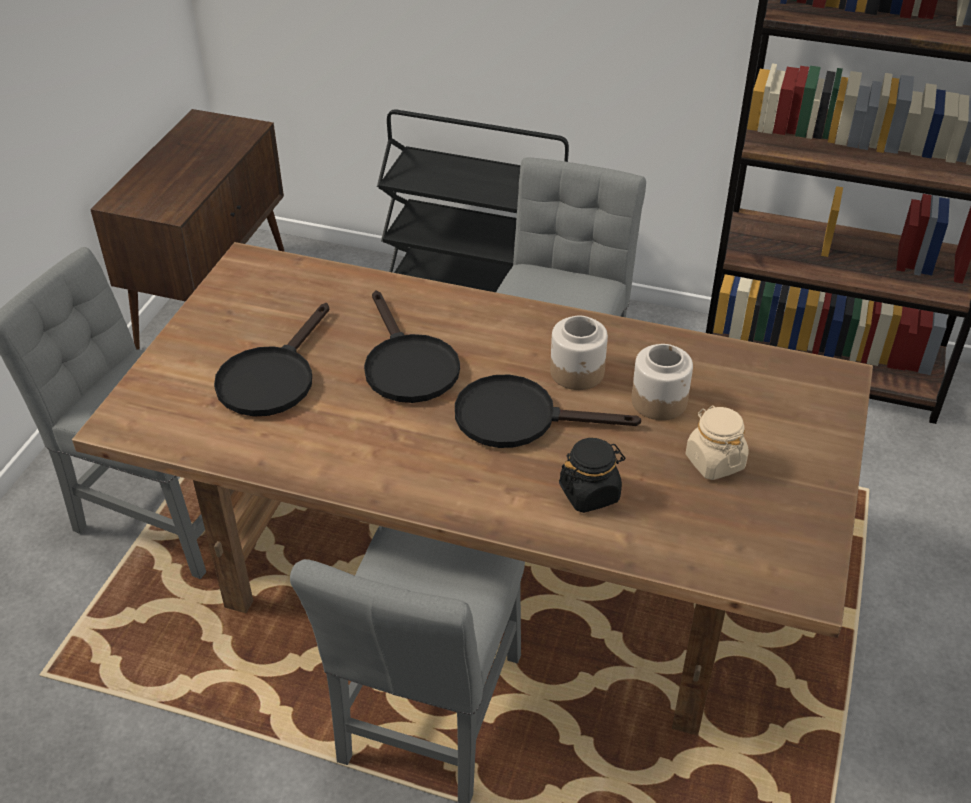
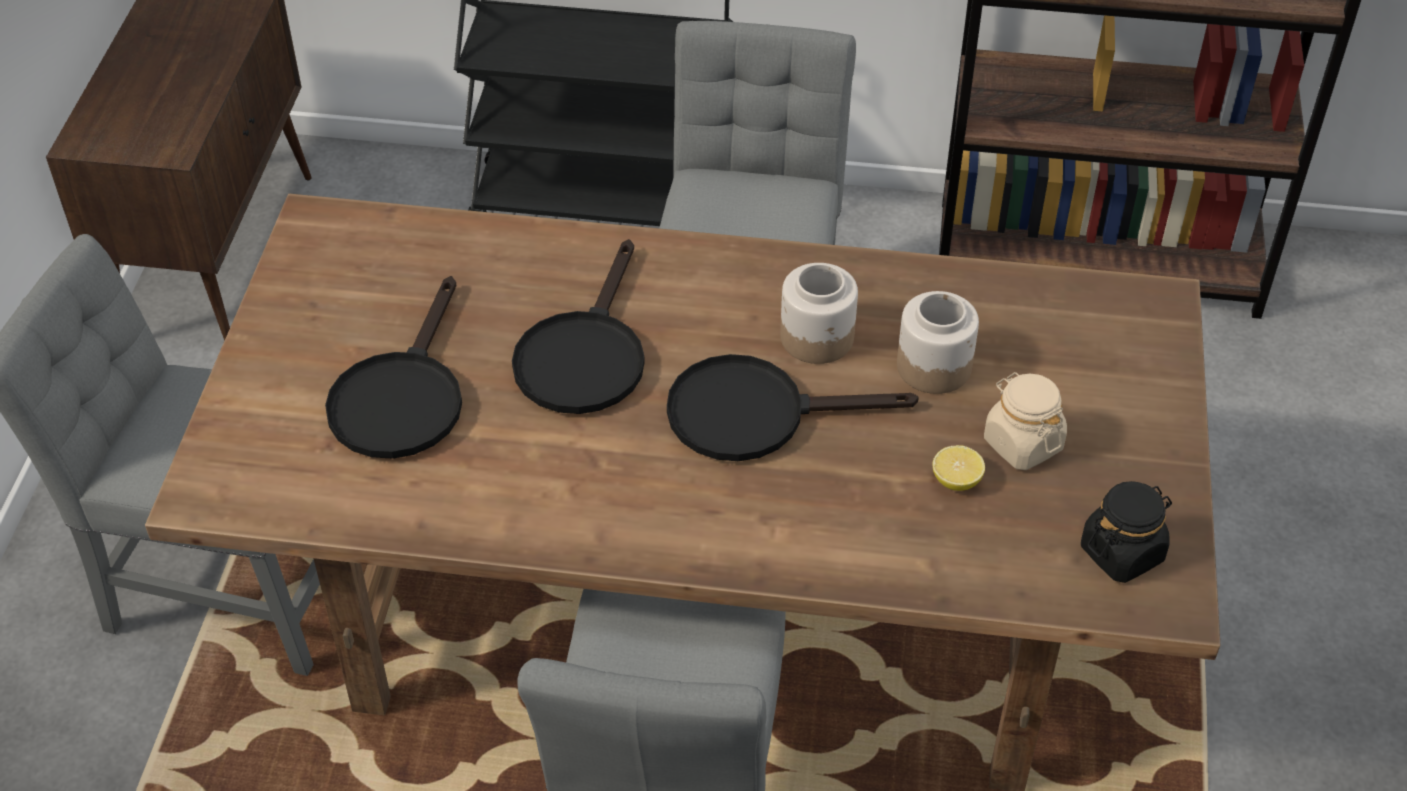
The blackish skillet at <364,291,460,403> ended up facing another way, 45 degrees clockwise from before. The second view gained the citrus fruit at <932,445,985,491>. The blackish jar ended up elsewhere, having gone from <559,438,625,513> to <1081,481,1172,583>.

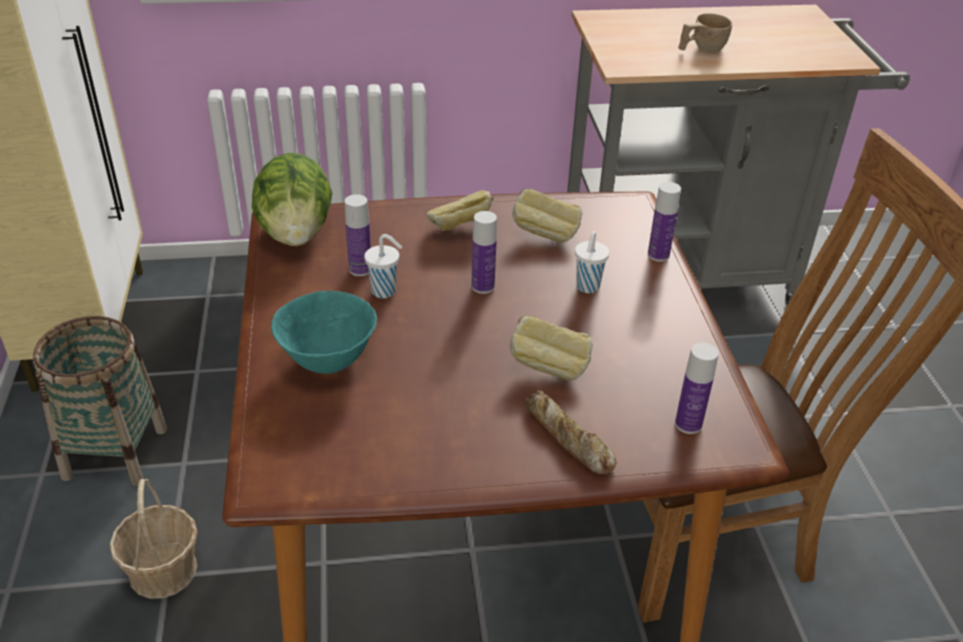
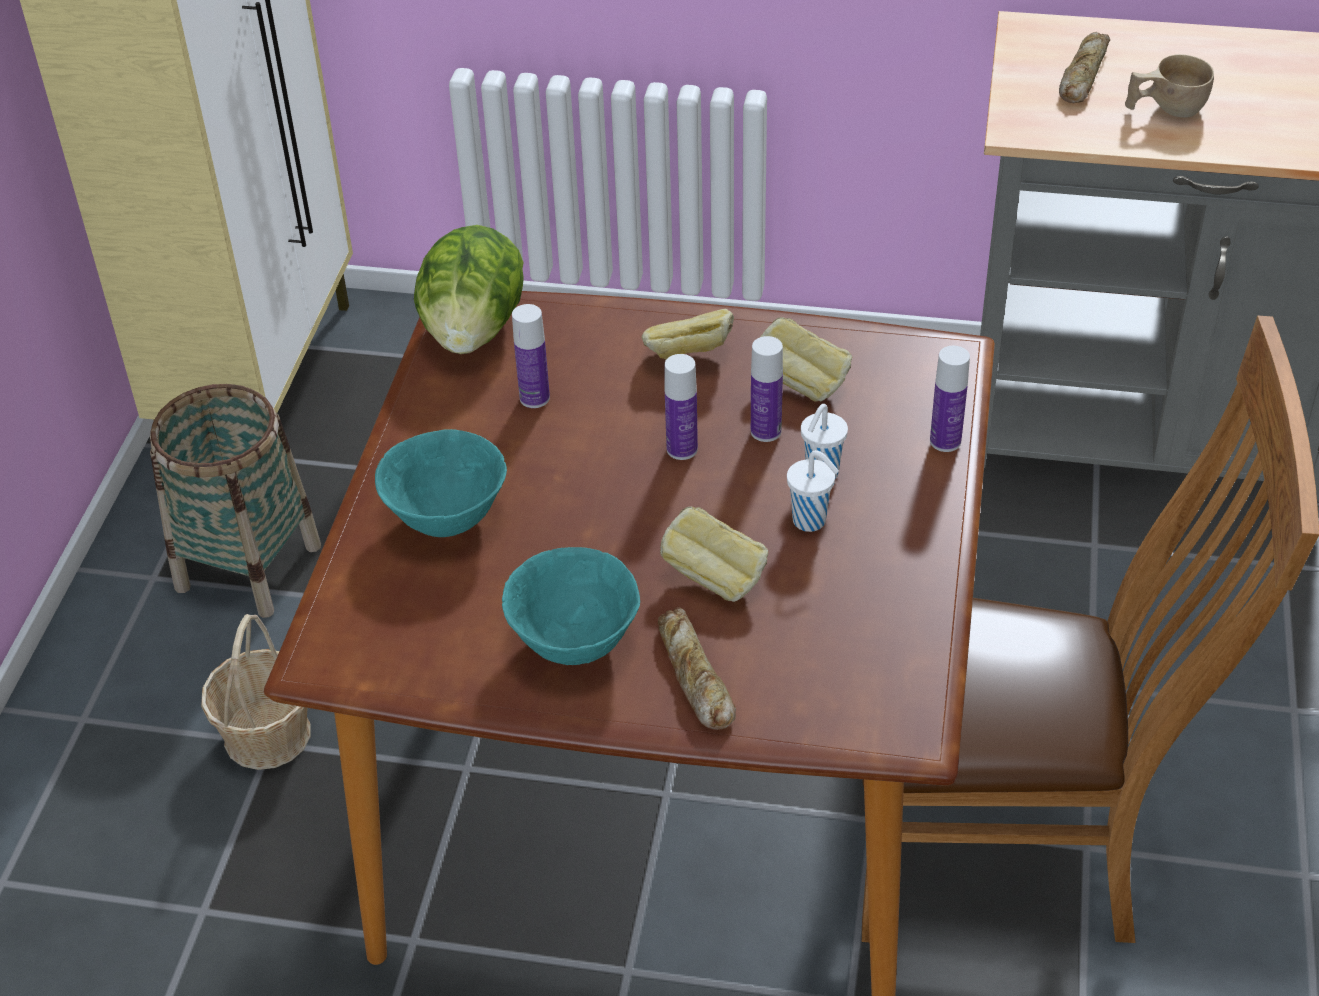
The second view gained the turquoise deep dish at <502,547,640,665>. The drink bottle ended up elsewhere, having gone from <675,343,719,434> to <751,336,783,442>. The white-coloured cup ended up elsewhere, having gone from <364,234,402,298> to <787,450,839,532>. The second view gained the bread at <1059,32,1110,103>.

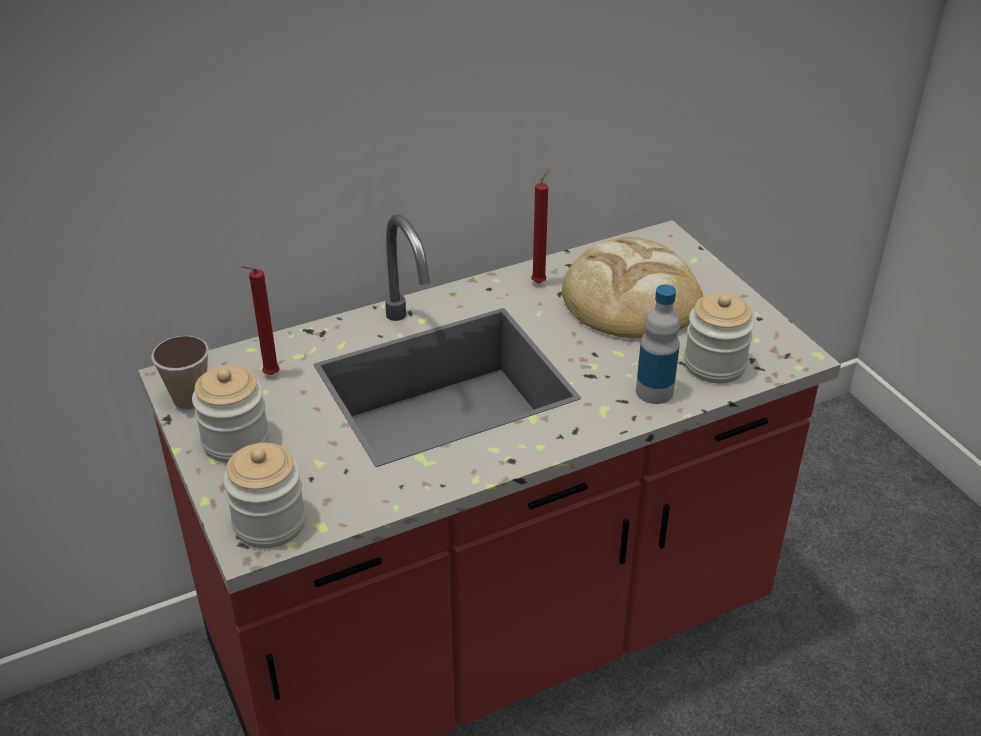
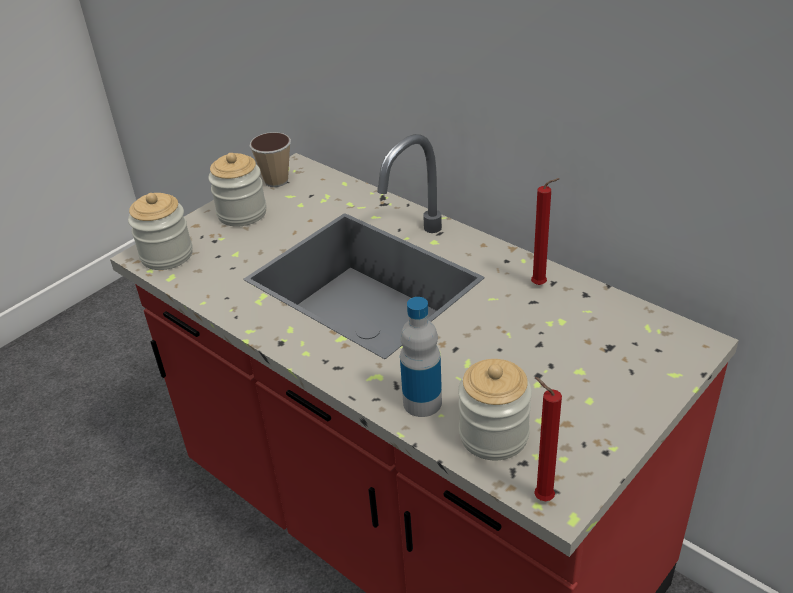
The reddish wax candle ended up elsewhere, having gone from <241,266,280,375> to <534,377,562,501>. The second view lost the bread at <562,237,703,338>.

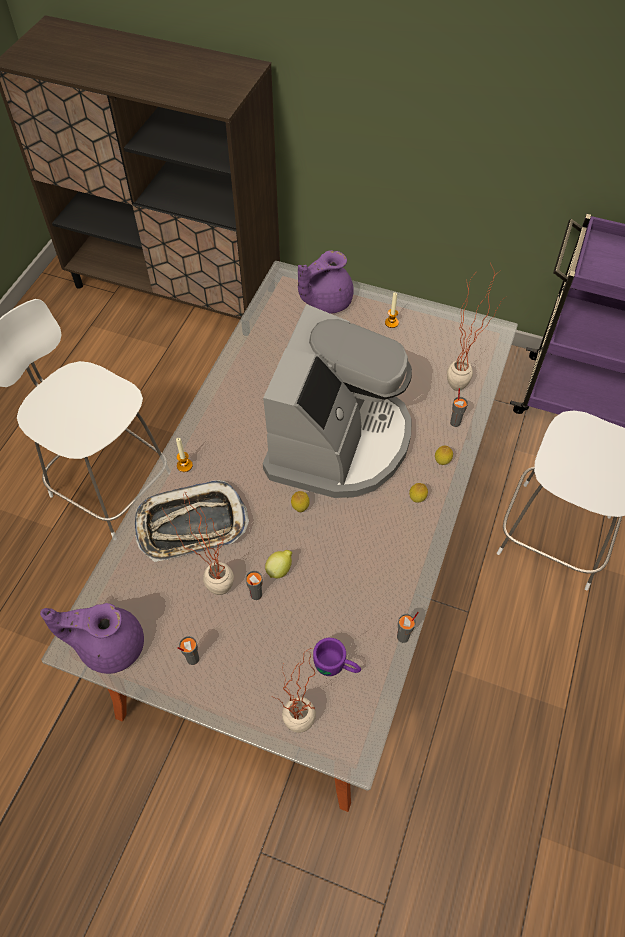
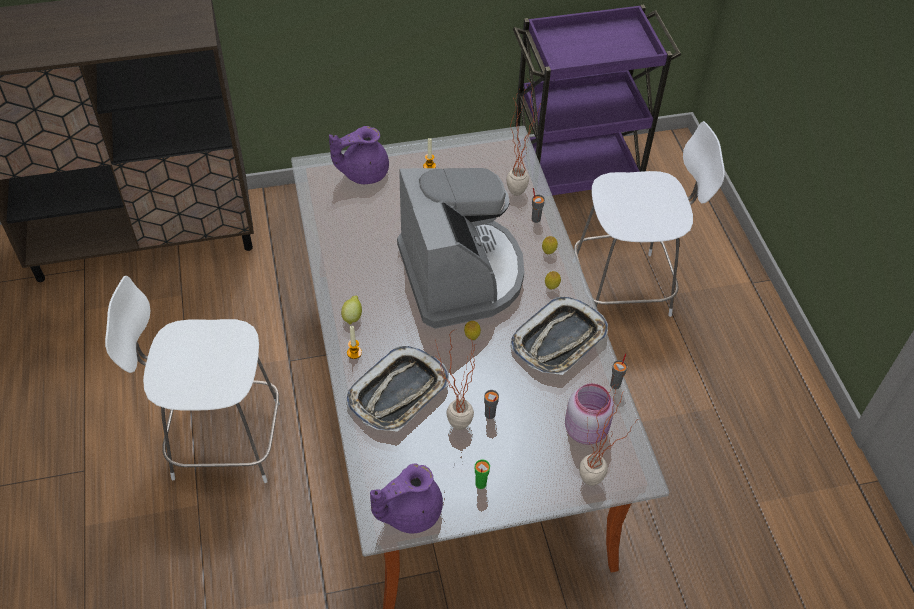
The purple-coloured tea pot at <298,250,354,314> ended up facing another way, 45 degrees clockwise from before. The citrus fruit ended up elsewhere, having gone from <265,550,292,578> to <341,296,362,325>. What was the gray cup at <177,636,199,665> turned into the green-coloured cup at <475,459,490,489>. The second view gained the tray at <511,296,608,375>. Where the purple-coloured coffee mug stood at <313,638,361,676>, the pinkish jar came to stand at <565,383,614,445>.

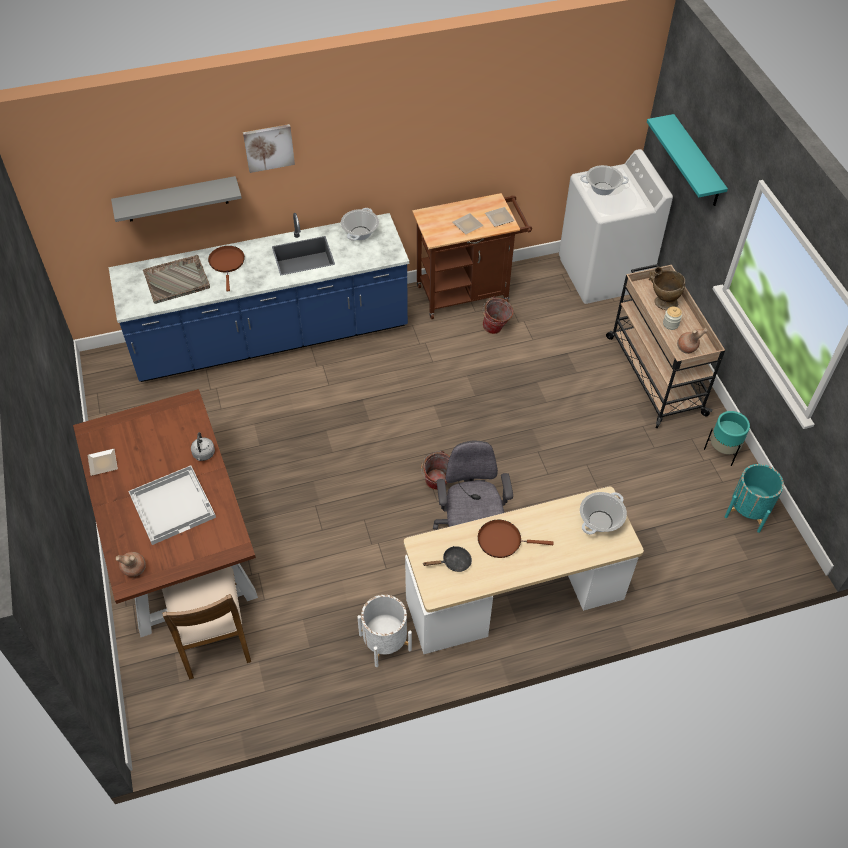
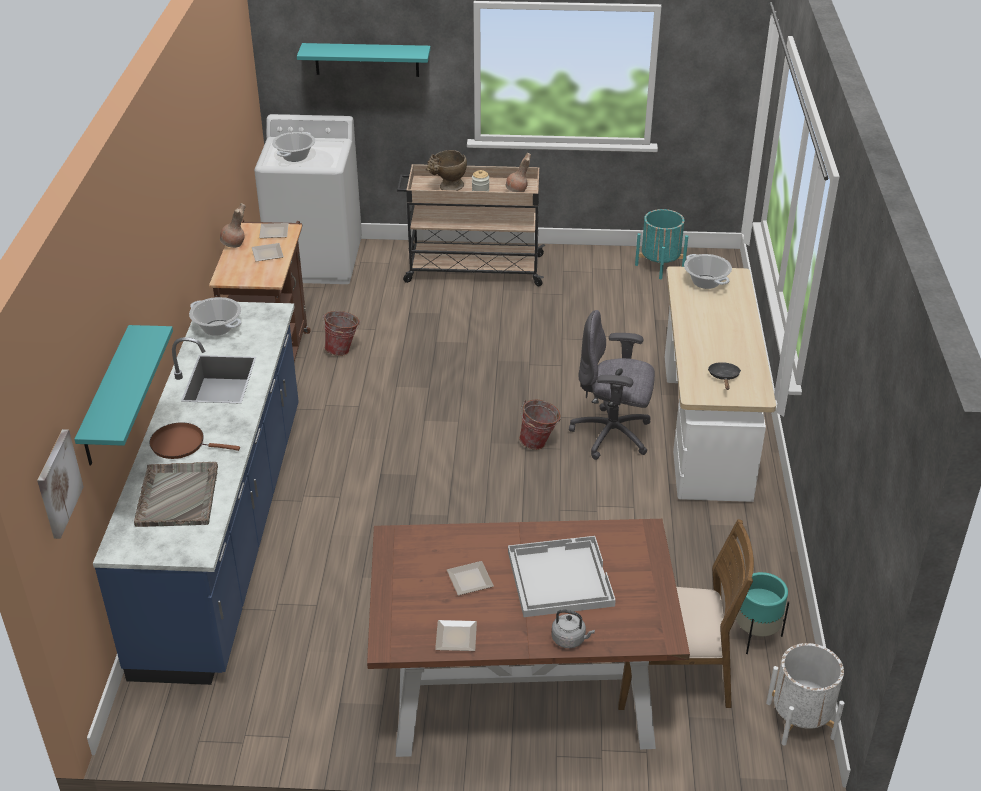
The picture ended up elsewhere, having gone from <243,124,295,173> to <37,429,84,539>. What was the gray wall shelf at <111,176,242,222> turned into the turquoise wall shelf at <74,325,173,465>. The brown vase ended up elsewhere, having gone from <116,552,146,577> to <220,203,246,248>. The second view gained the plate at <447,561,494,595>. The gray tea kettle ended up elsewhere, having gone from <191,432,215,461> to <551,609,595,648>. The turquoise planter ended up elsewhere, having gone from <704,411,750,466> to <736,572,789,654>. The white-coloured planter ended up elsewhere, having gone from <357,595,412,667> to <766,643,844,746>. The second view lost the brown skillet at <478,520,554,558>.

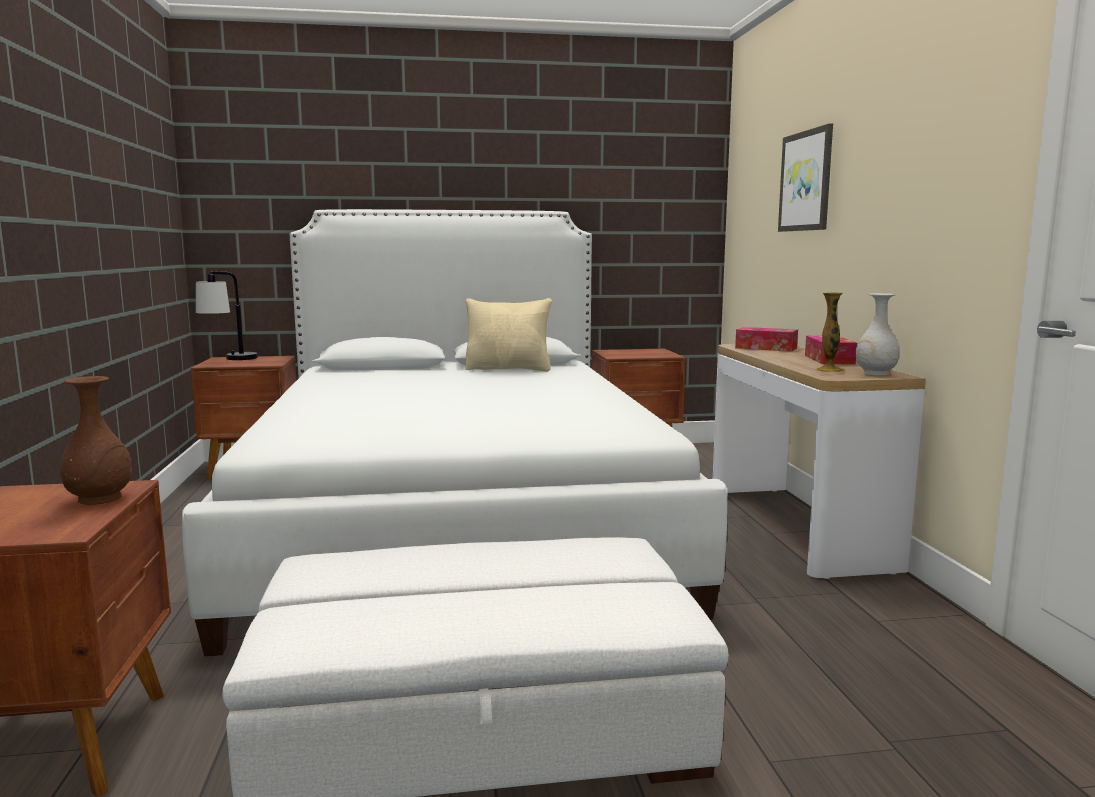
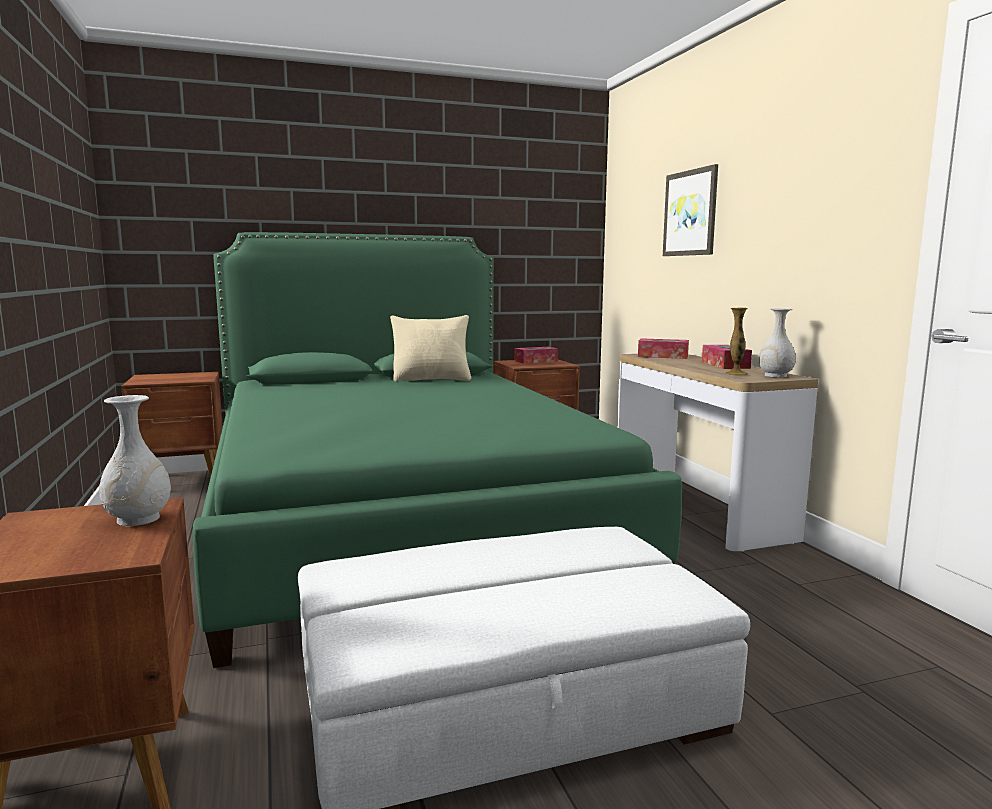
What was the brown vase at <60,376,132,505> turned into the white-coloured vase at <99,395,171,526>. What was the white-coloured bed at <182,209,727,656> turned into the green-coloured bed at <193,232,682,668>. The second view gained the box of tissues at <514,347,558,364>. The second view lost the table lamp at <196,271,258,360>.

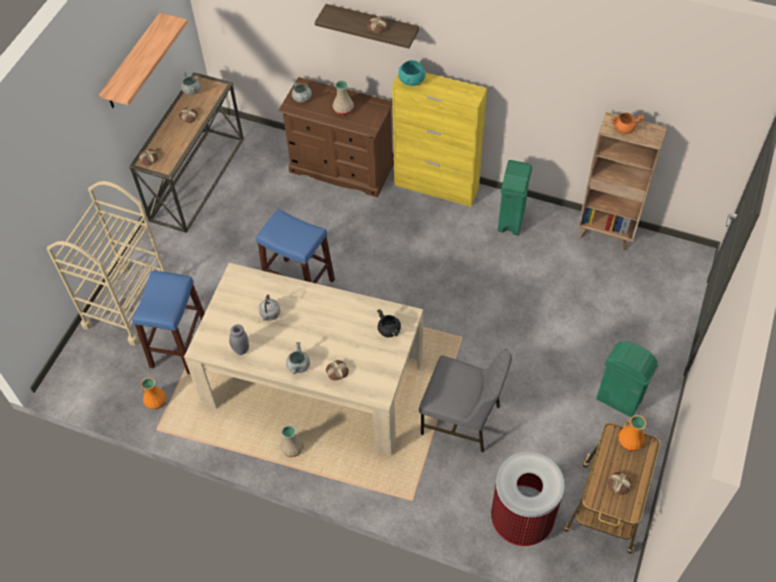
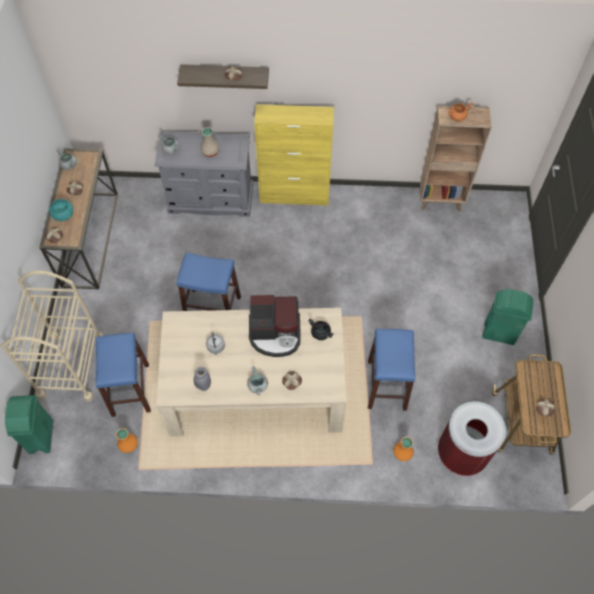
The green-coloured waste bin ended up elsewhere, having gone from <498,160,532,236> to <5,395,53,454>. The turquoise deep dish ended up elsewhere, having gone from <399,60,426,86> to <49,199,73,221>. What was the brown drawer chest at <279,77,394,197> turned into the gray drawer chest at <155,132,253,217>. The second view gained the coffee machine at <249,295,301,357>. Where the gray plain chair stood at <419,349,512,452>, the blue-coloured stool came to stand at <368,329,415,411>. The orange-coloured vase ended up elsewhere, having gone from <618,415,646,451> to <393,437,414,461>. The second view lost the wall shelf at <99,13,188,108>. The second view lost the beige-coloured vase at <280,425,303,457>.

